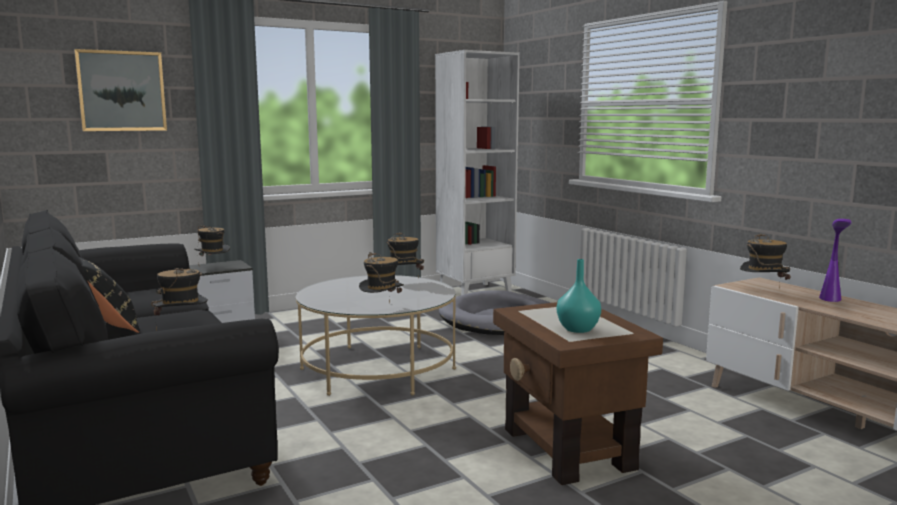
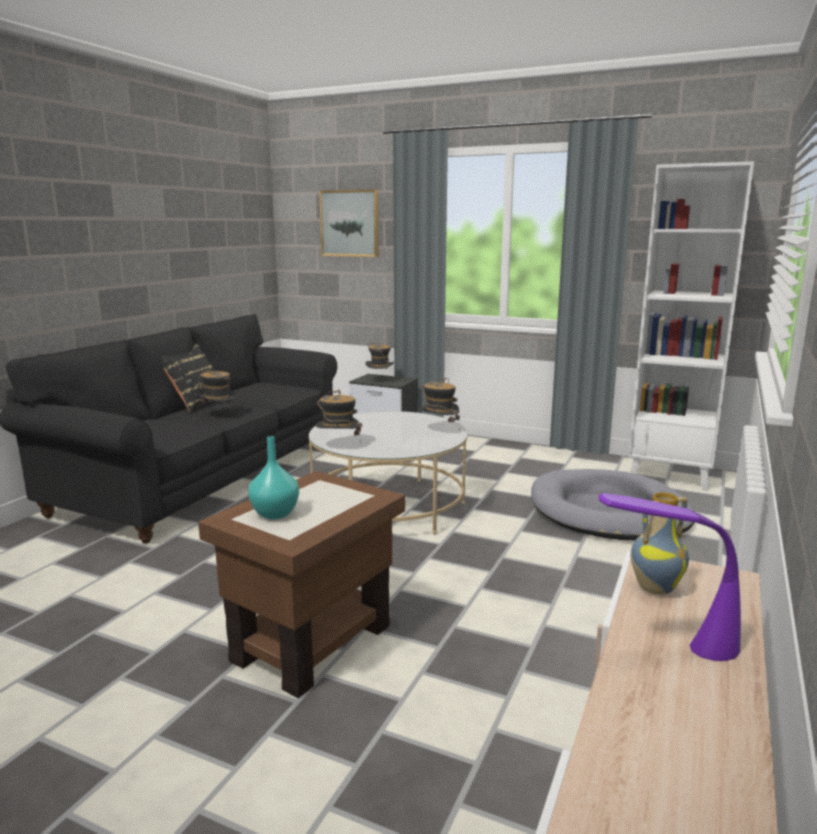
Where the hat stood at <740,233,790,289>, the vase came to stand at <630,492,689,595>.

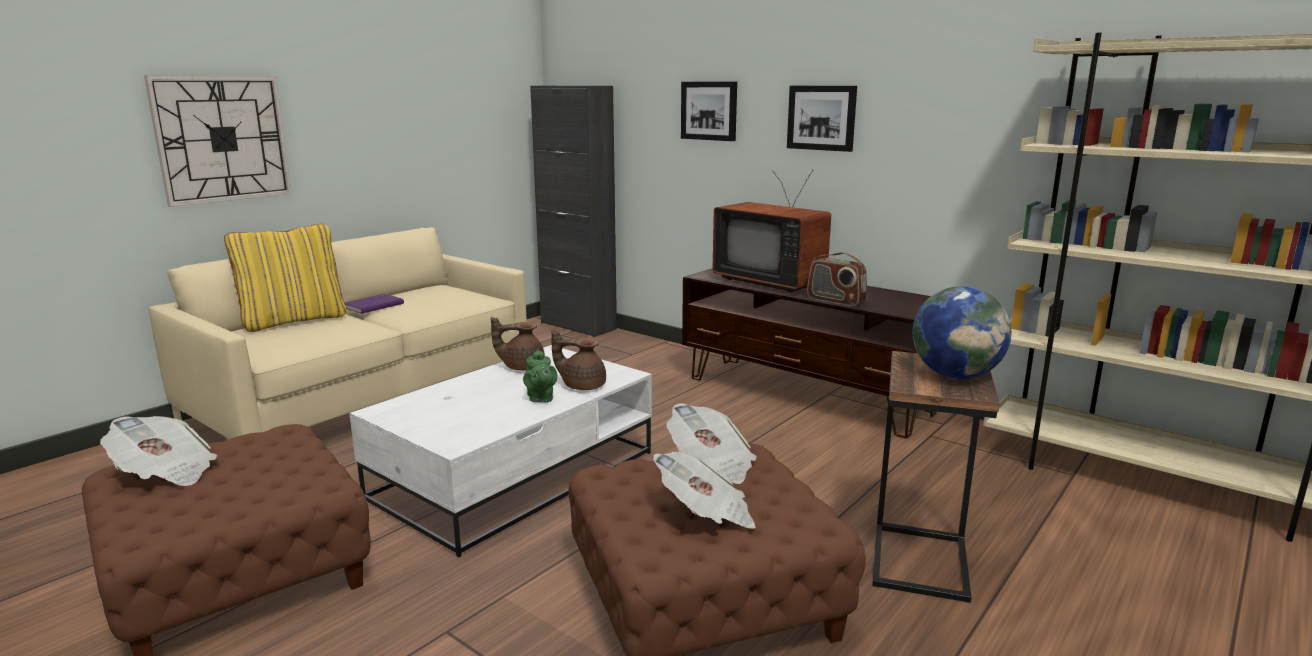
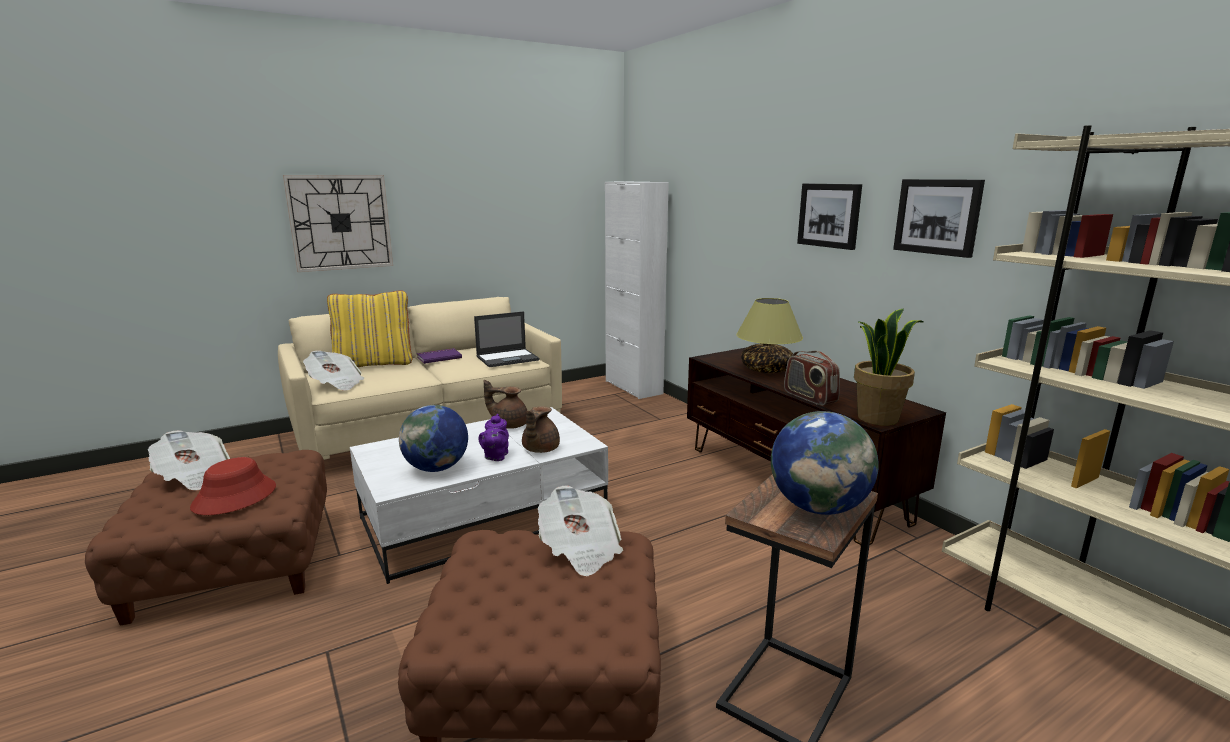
The second view gained the reddish hat at <190,457,276,515>. The daily paper ended up elsewhere, having gone from <653,452,756,529> to <303,350,364,391>. The second view gained the globe at <399,405,468,472>. The second view gained the laptop at <474,311,540,367>. What was the green-coloured tea pot at <523,349,557,403> turned into the purple-coloured tea pot at <478,414,509,461>. The brown tea pot at <551,329,606,390> ended up facing another way, 105 degrees counterclockwise from before. What was the blackish cabinet at <530,86,617,337> turned into the white-coloured cabinet at <605,182,669,399>. Where the TV stood at <713,170,831,293>, the table lamp came to stand at <736,298,803,373>. The second view gained the houseplant at <854,309,923,426>. The picture ended up elsewhere, having gone from <681,82,737,141> to <893,179,985,258>.

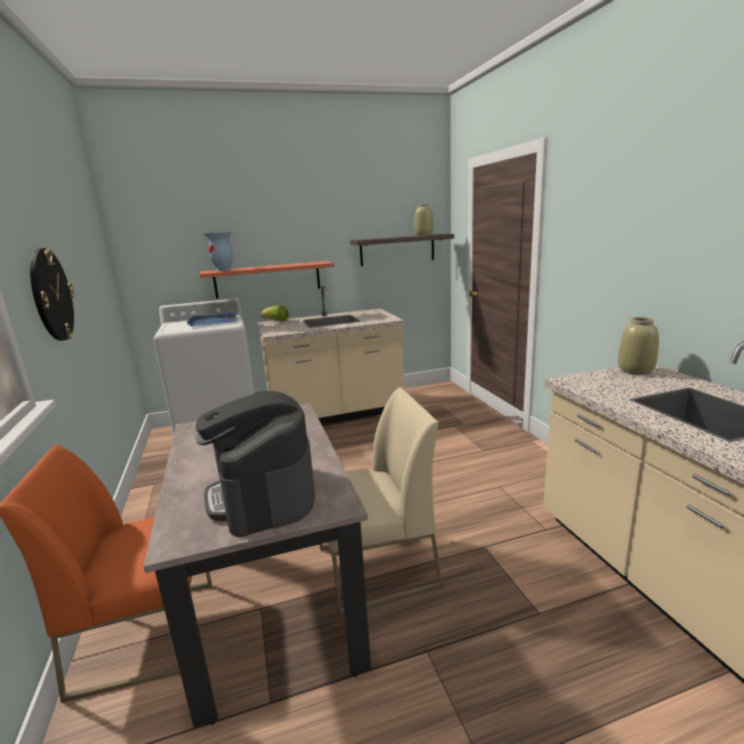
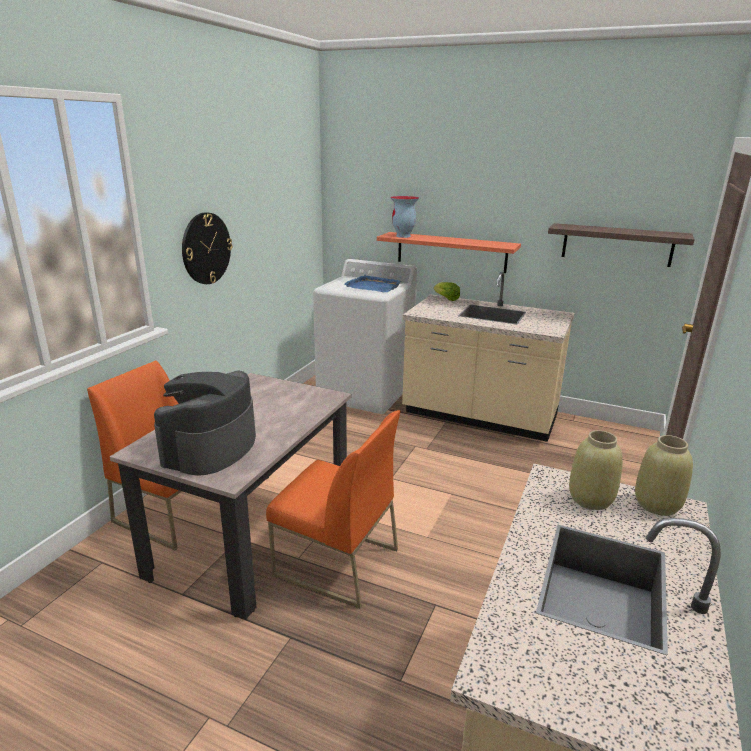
What was the beige-coloured plain chair at <320,387,443,616> turned into the orange-coloured plain chair at <266,410,400,608>. The beige-coloured vase ended up elsewhere, having gone from <414,204,433,236> to <569,430,623,510>.

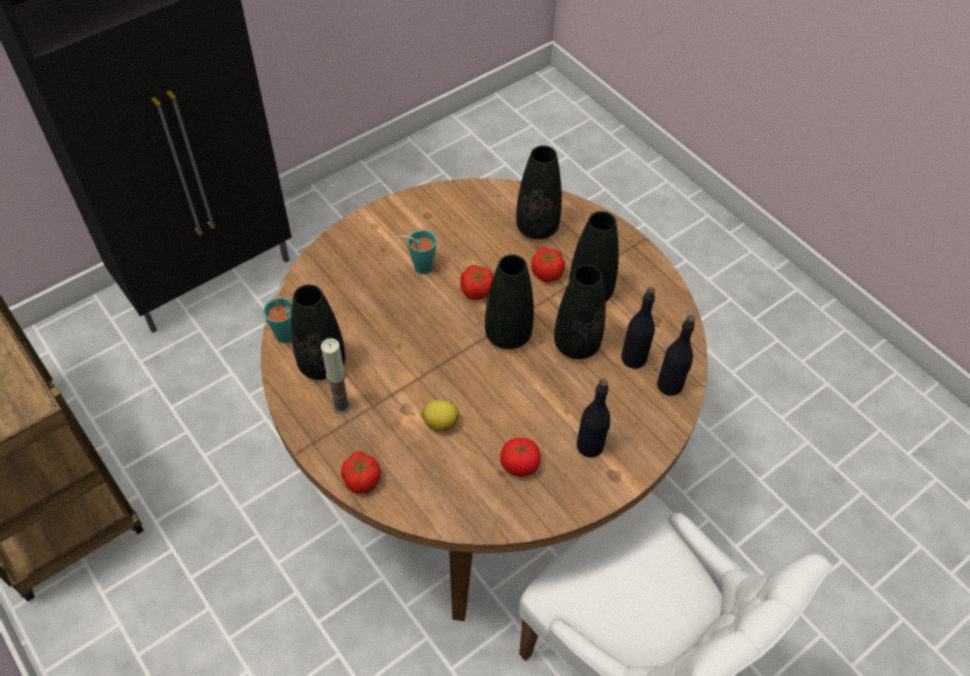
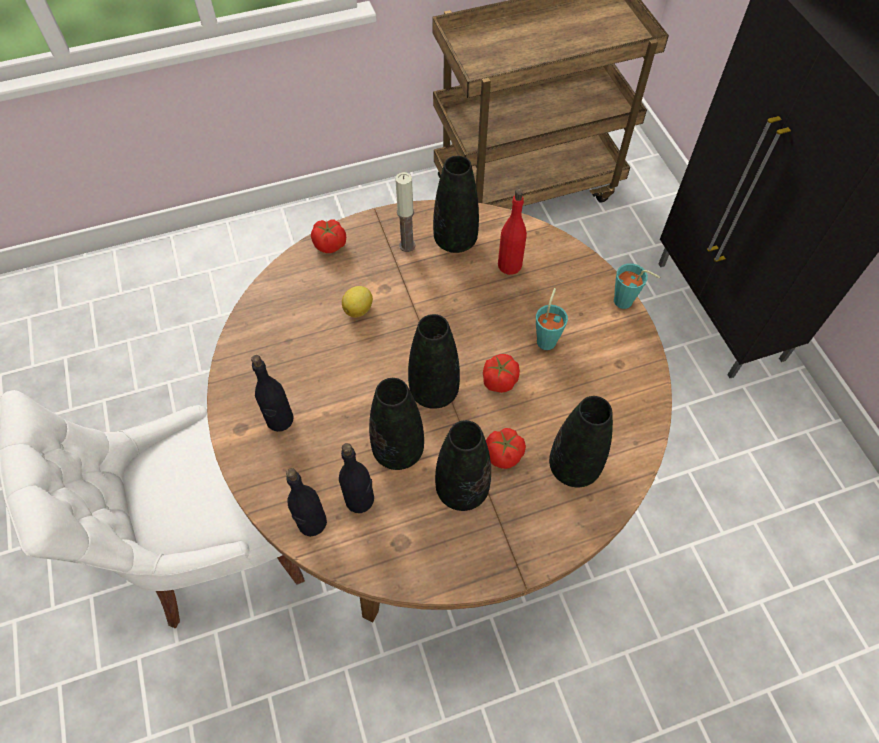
The second view gained the reddish drink bottle at <498,189,527,275>. The turquoise cup ended up elsewhere, having gone from <263,282,292,343> to <614,263,660,309>. The second view lost the tomato at <500,438,541,477>.

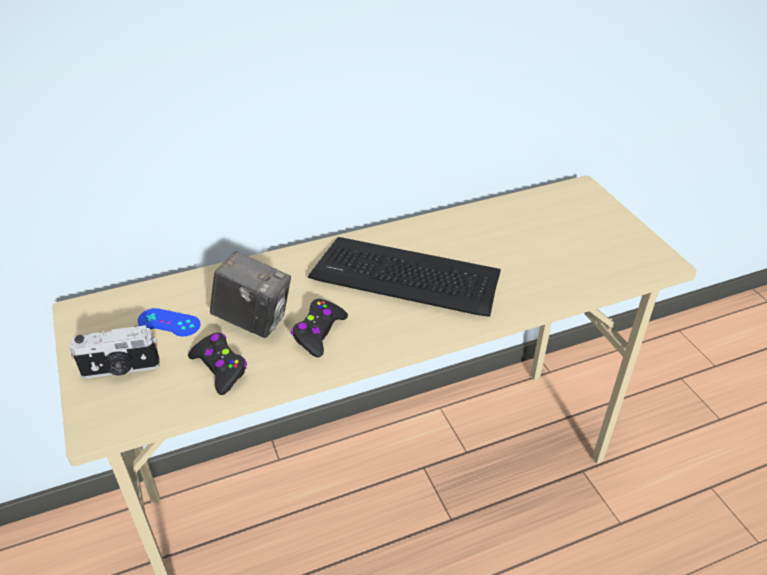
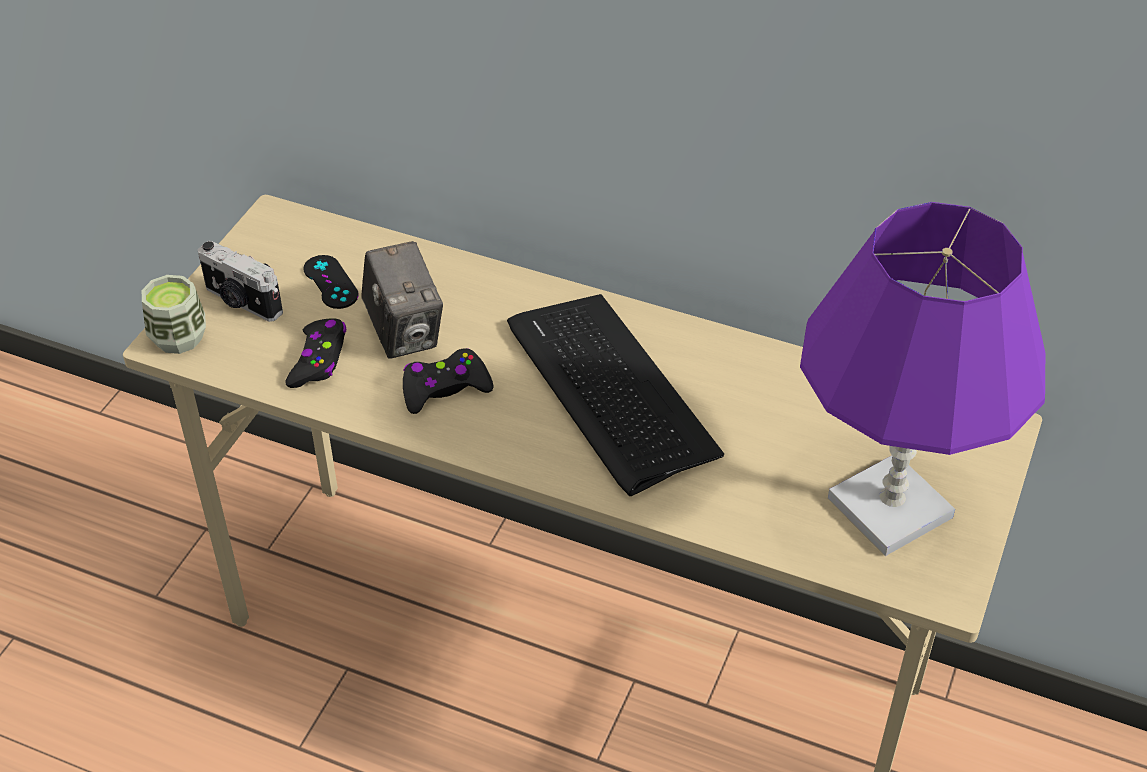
The second view gained the cup at <142,275,206,354>. What was the blue-coloured game controller at <138,308,200,336> turned into the blackish game controller at <303,255,359,309>. The second view gained the purple-coloured table lamp at <800,202,1045,556>.

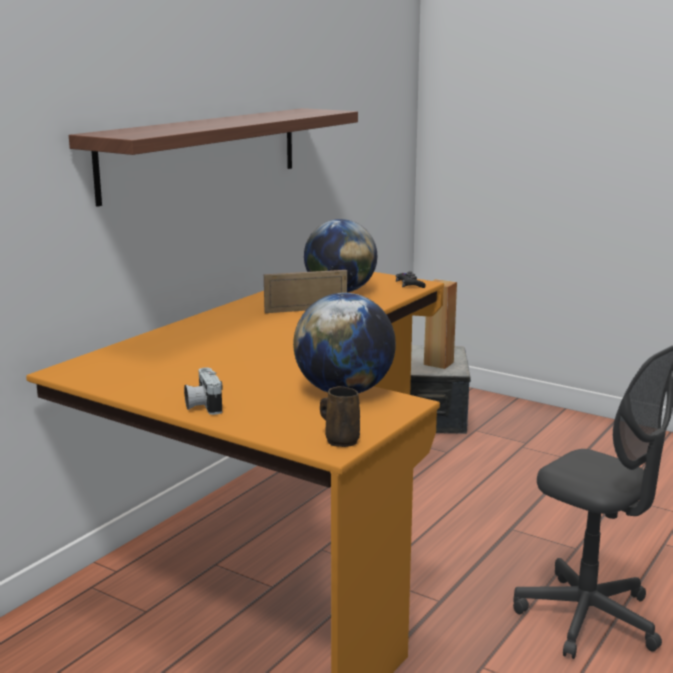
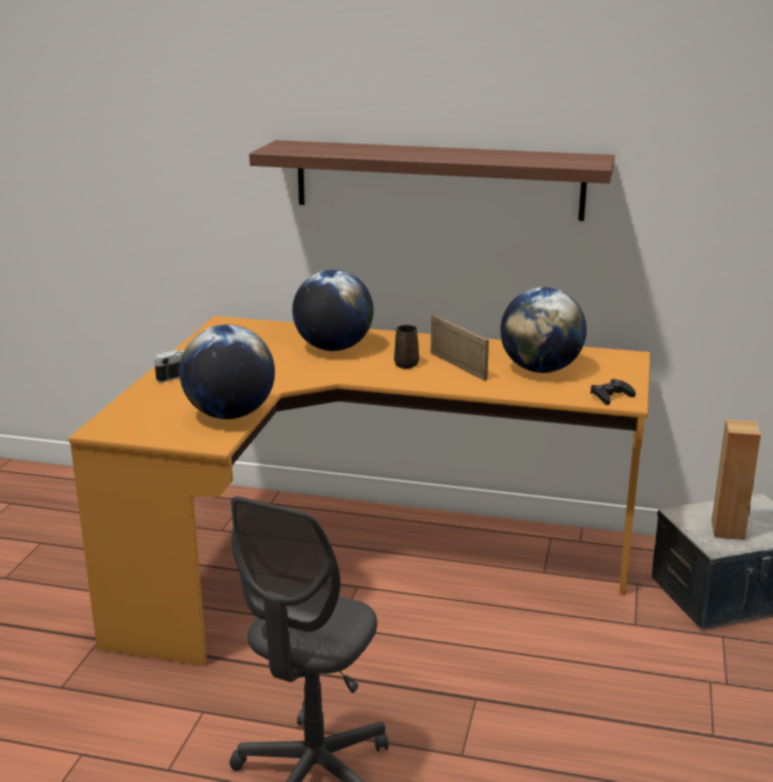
The second view gained the globe at <292,270,374,351>. The brown coffee mug ended up elsewhere, having gone from <320,386,360,447> to <394,325,419,369>.

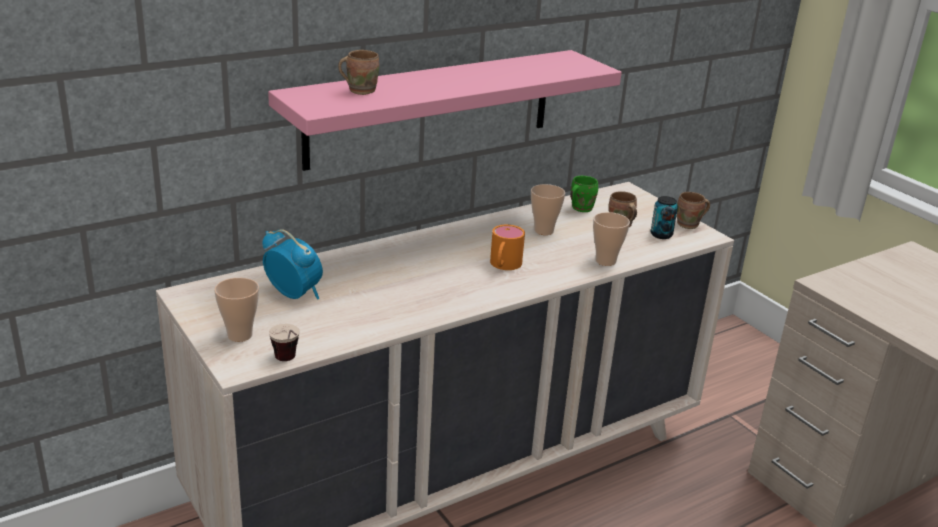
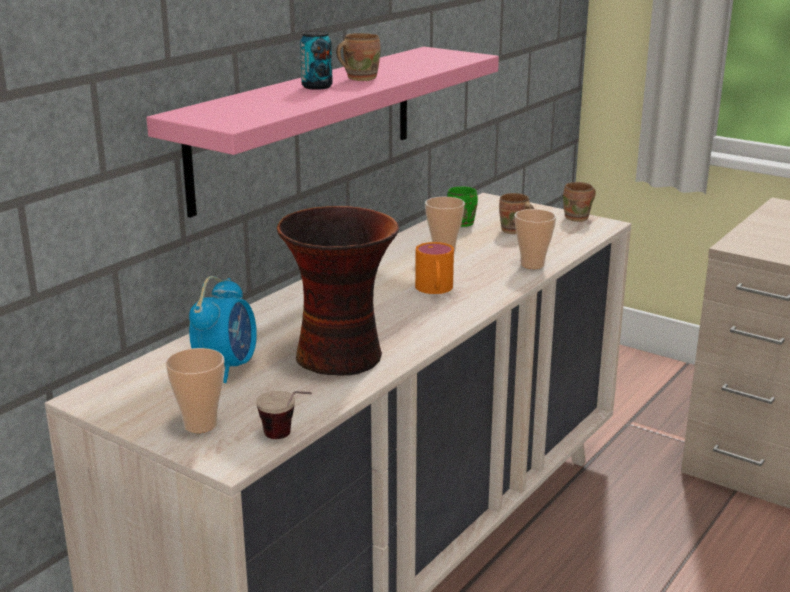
The table clock at <262,229,323,300> ended up facing another way, 90 degrees clockwise from before. The second view gained the vase at <277,206,399,376>. The sealed can ended up elsewhere, having gone from <650,196,678,239> to <300,31,333,90>. The brown coffee mug ended up elsewhere, having gone from <338,50,379,95> to <336,33,381,81>.

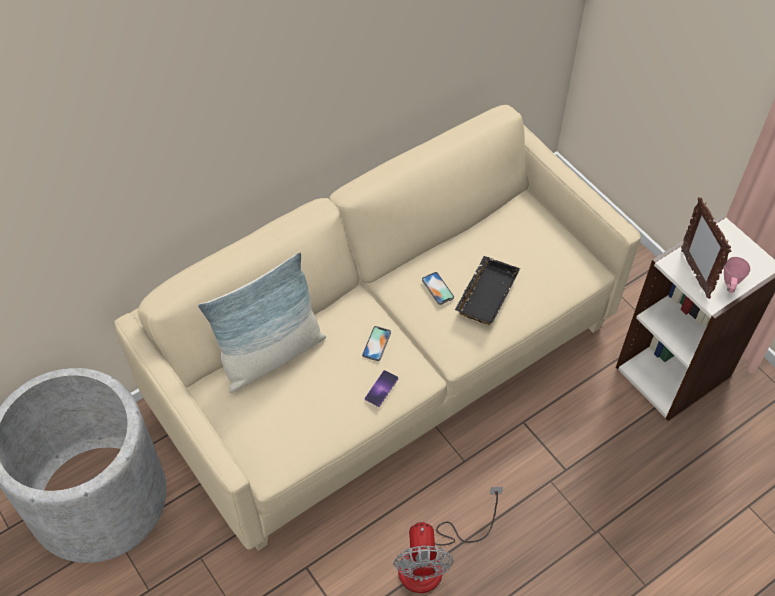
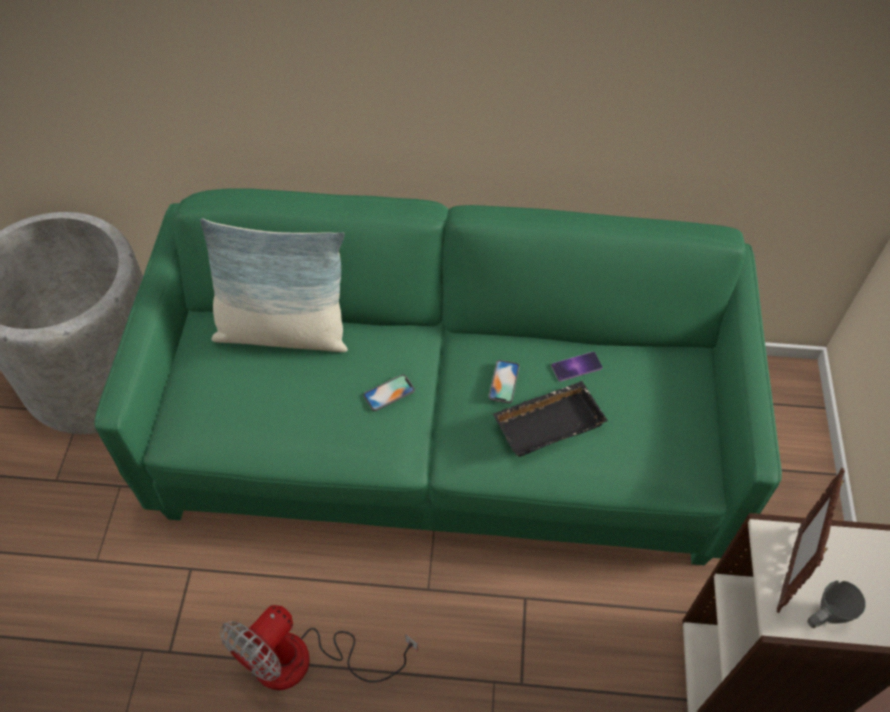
What was the beige-coloured settee at <114,105,641,551> turned into the green-coloured settee at <94,189,782,565>. The handset ended up elsewhere, having gone from <365,370,399,407> to <551,352,603,381>. What was the pinkish coffee mug at <724,257,750,293> turned into the gray coffee mug at <807,580,865,628>.

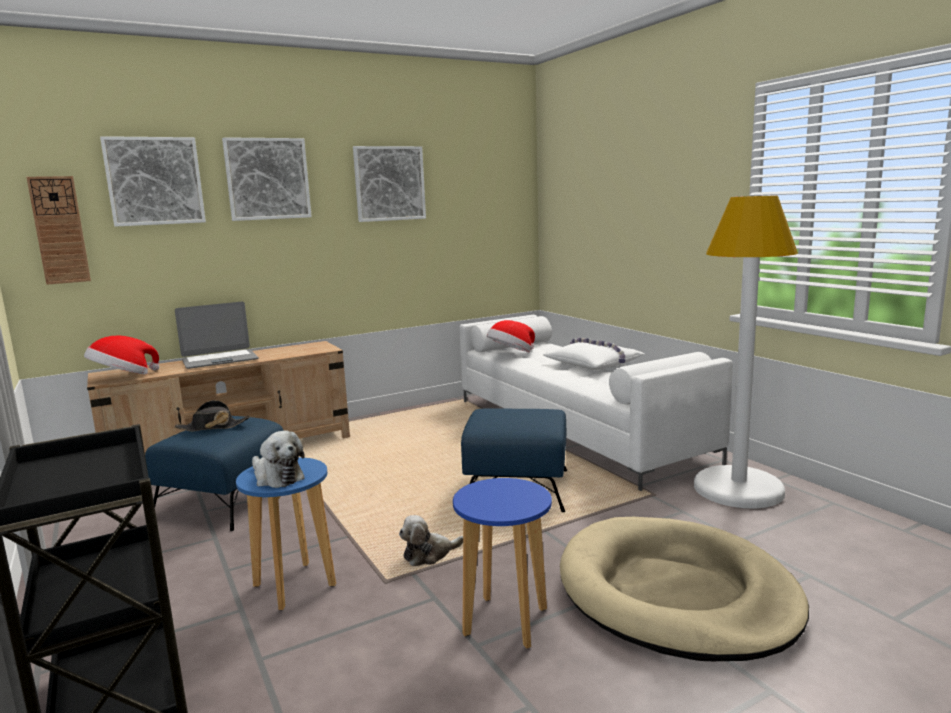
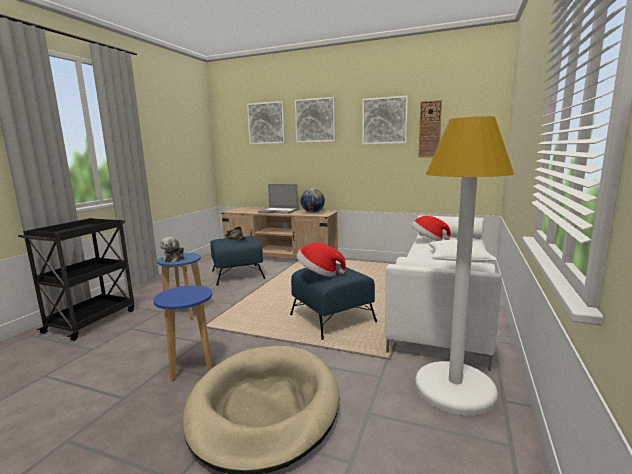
The hat ended up elsewhere, having gone from <84,336,160,375> to <297,243,346,277>. The second view gained the globe at <301,188,325,213>. The wall clock ended up elsewhere, having gone from <26,176,91,285> to <418,100,442,158>. The second view lost the plush toy at <399,515,463,566>.

